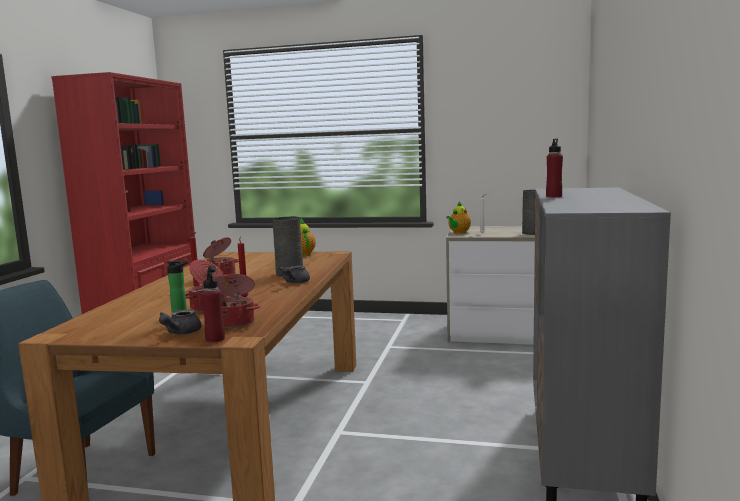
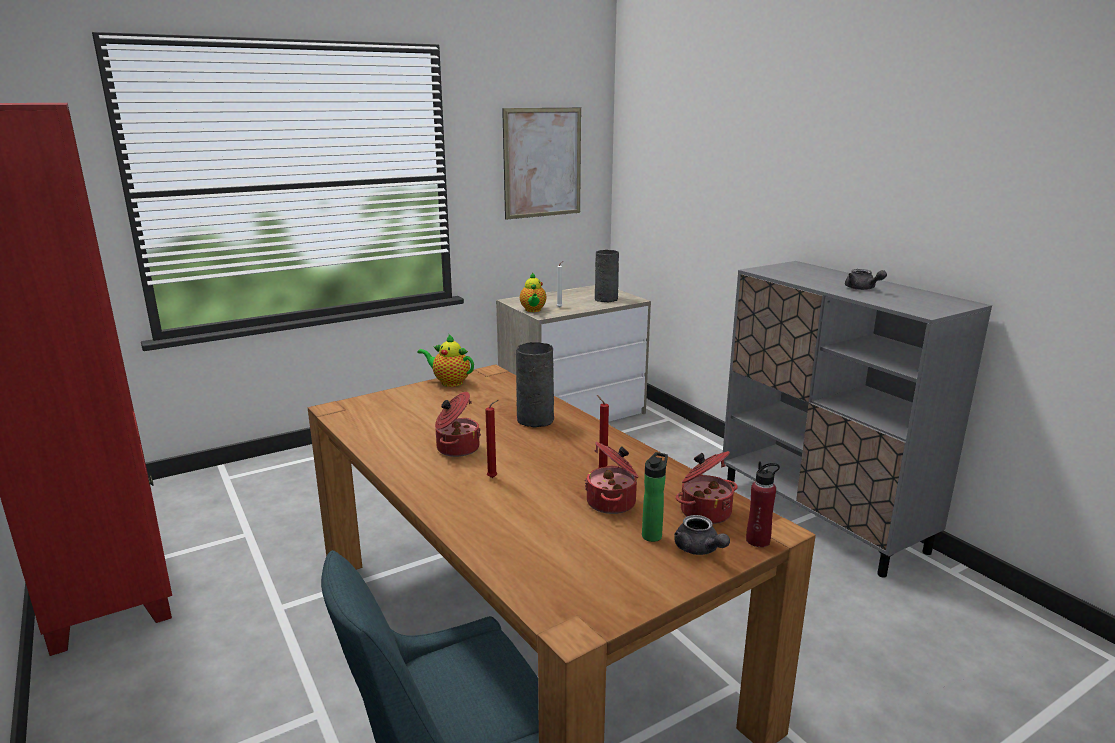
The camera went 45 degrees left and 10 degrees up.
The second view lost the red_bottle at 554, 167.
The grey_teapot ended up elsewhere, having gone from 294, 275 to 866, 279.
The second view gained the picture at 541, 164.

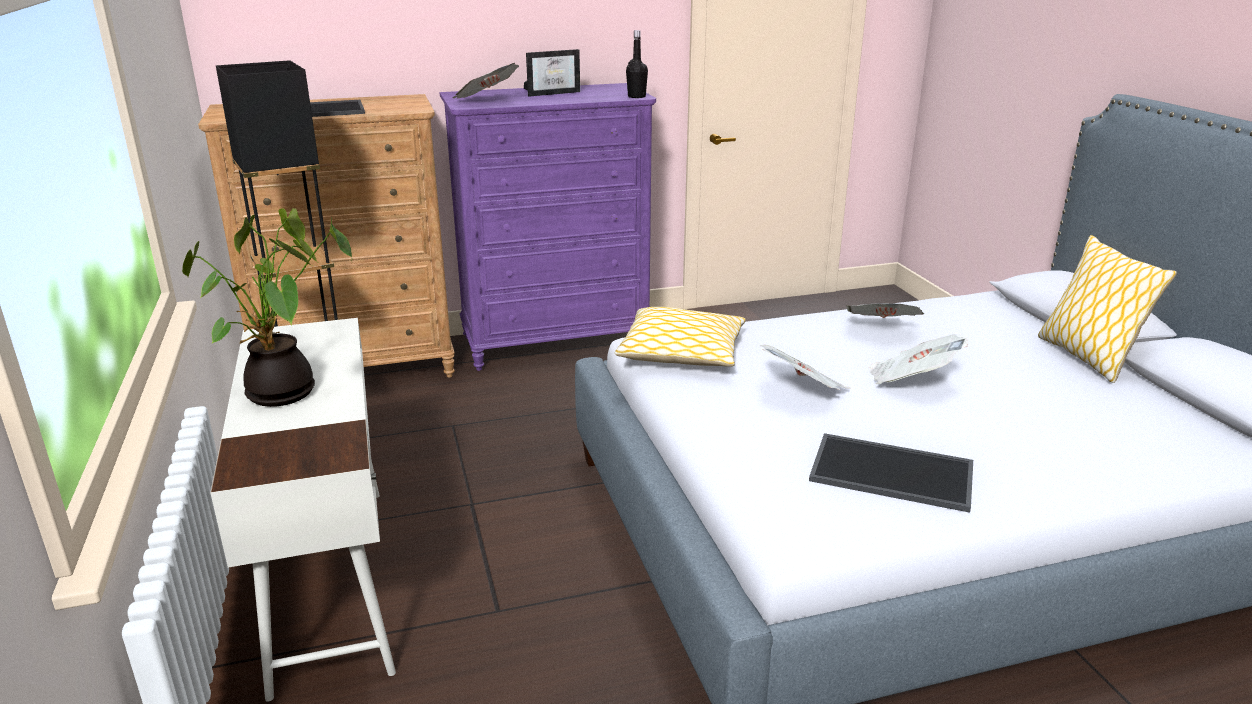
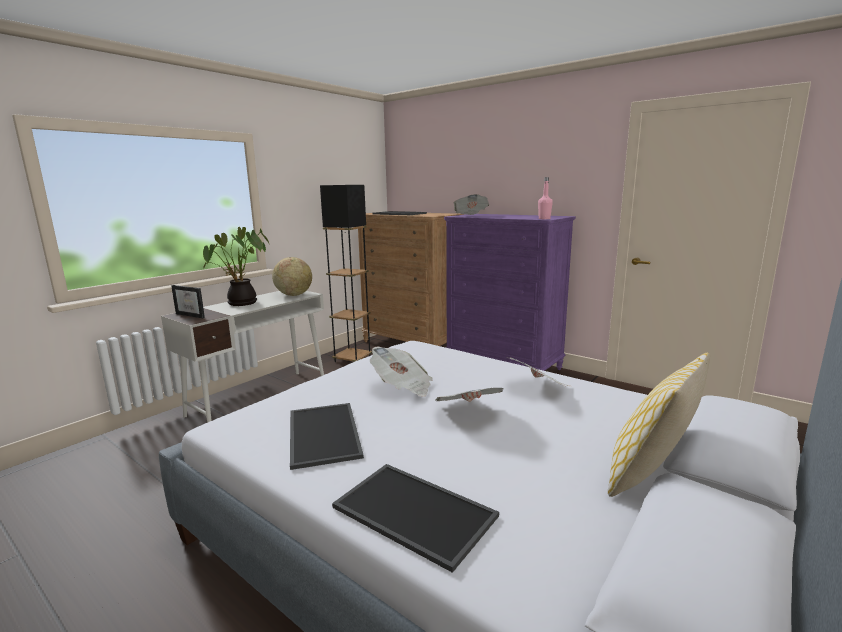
The camera went 55 degrees right and 10 degrees down.
What was the black_bottle at 637, 64 turned into the pink_bottle at 545, 198.
The picture_frame ended up elsewhere, having gone from 552, 73 to 188, 301.
The second view lost the pillow at 680, 337.
The second view gained the globe at 292, 276.
The second view gained the tray at 415, 518.

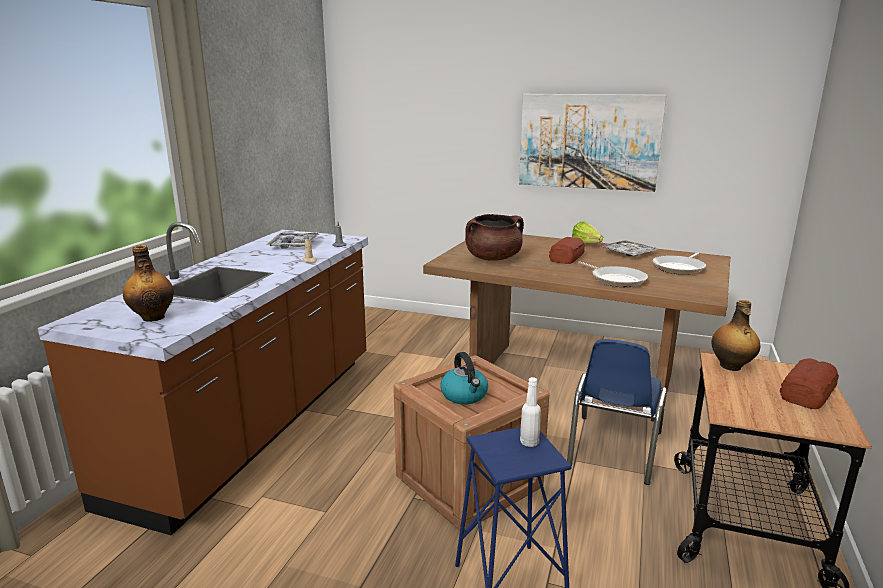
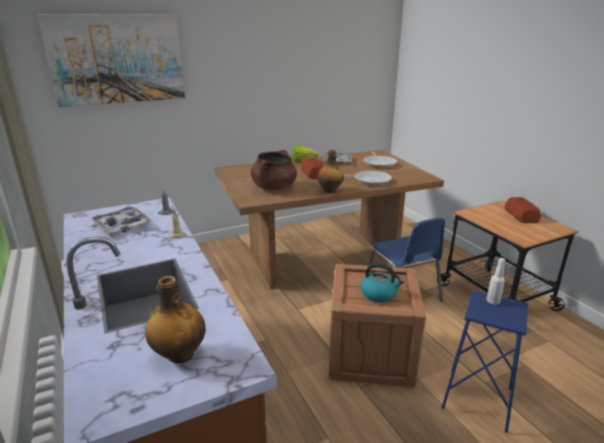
The camera went 45 degrees left and 5 degrees up.
The picture ended up elsewhere, having gone from 592, 143 to 111, 60.
The bottle ended up elsewhere, having gone from 736, 335 to 330, 171.

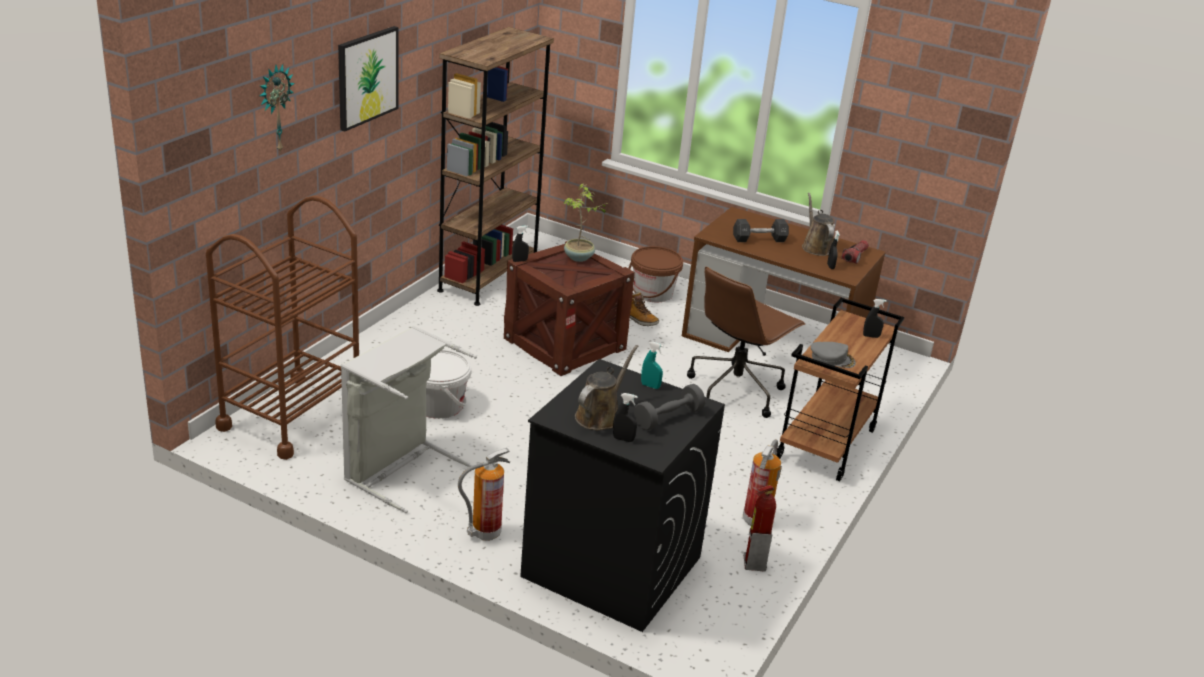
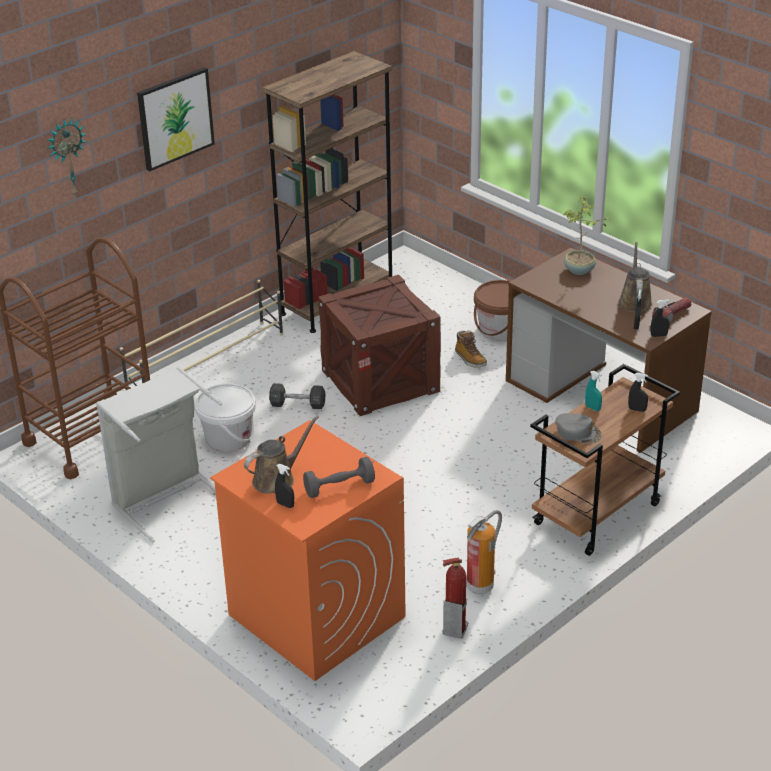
The camera went 20 degrees right and 5 degrees up.
The potted_plant ended up elsewhere, having gone from 586, 223 to 587, 235.
The black_dumbbell ended up elsewhere, having gone from 761, 230 to 297, 396.
The black_spray_bottle ended up elsewhere, having gone from 520, 243 to 660, 318.
The second view lost the brown_office_chair at 746, 342.
The turquoise_spray_bottle ended up elsewhere, having gone from 652, 365 to 593, 391.
What was the black_washing_machine at 622, 495 turned into the orange_washing_machine at 308, 550.
The second view lost the fire_extinguisher at 484, 494.
The second view gained the beige_shoe_rack at 201, 333.

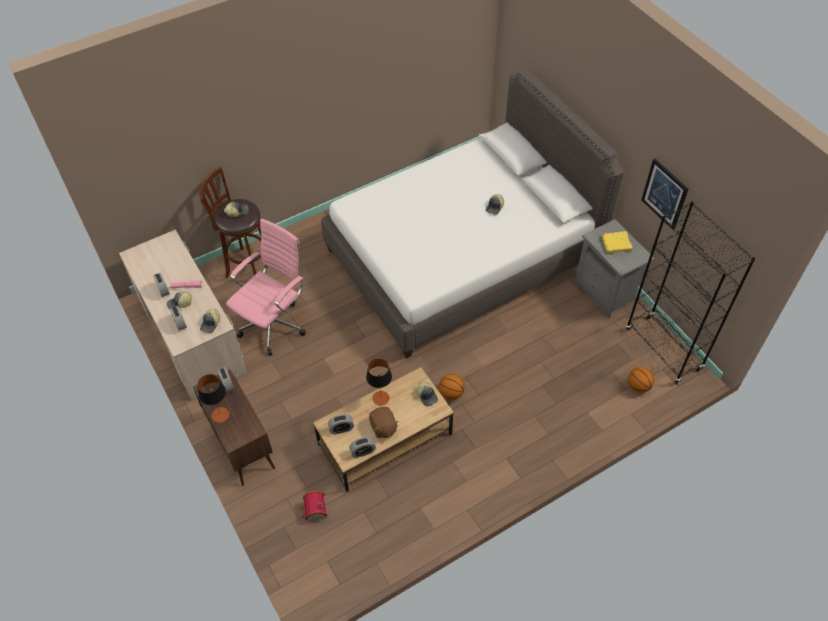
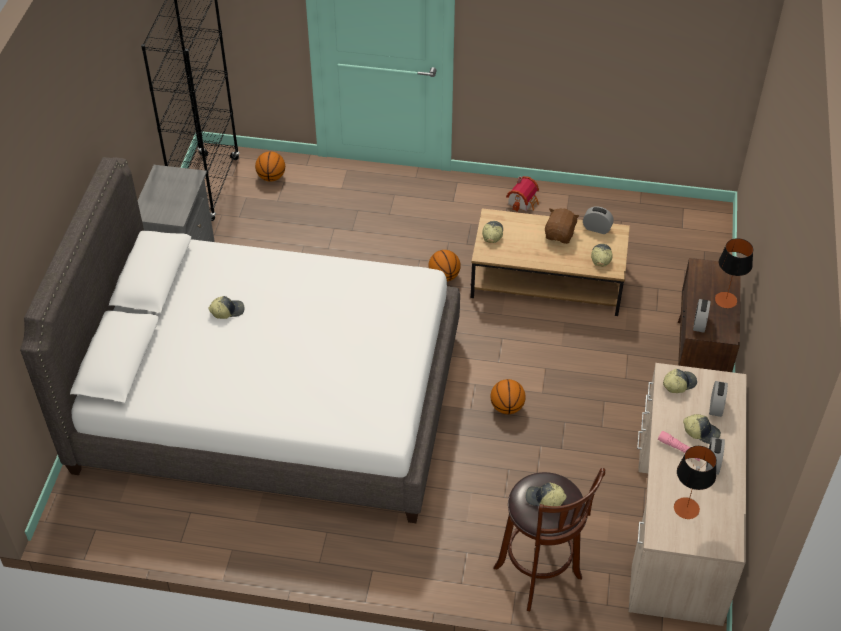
The camera went 140 degrees left and 5 degrees down.
The second view lost the picture at 664, 194.
The second view lost the pink_office_chair at 266, 287.
The second view lost the yellow_book at 617, 242.
The table_lamp ended up elsewhere, having gone from 379, 382 to 695, 482.
Where the alarm_clock stood at 341, 424, the cap came to stand at 601, 255.
The toy_house ended up elsewhere, having gone from 314, 506 to 522, 193.
The second view gained the basketball at 508, 396.

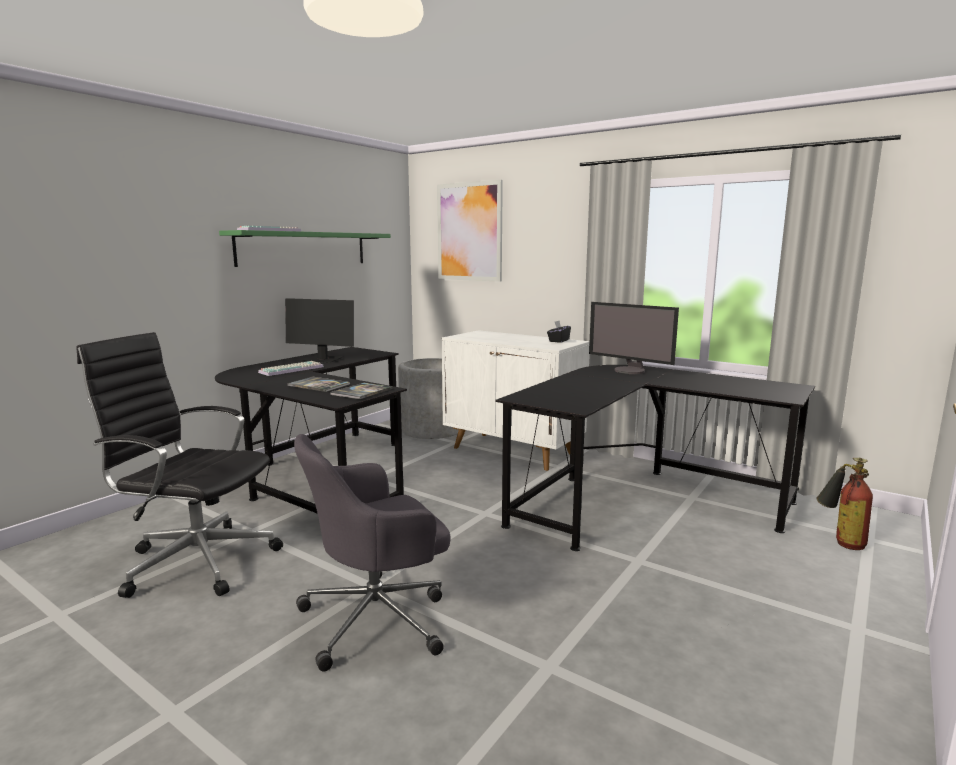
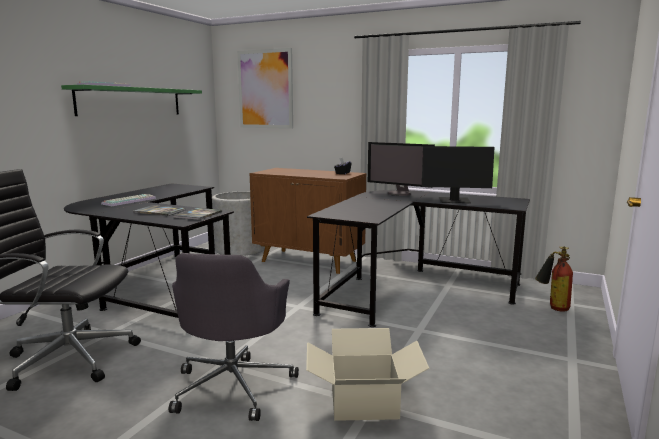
The camera went 10 degrees left and 0 degrees up.
The monitor ended up elsewhere, having gone from 319, 330 to 458, 175.
What was the white_cabinet at 516, 400 turned into the brown_cabinet at 308, 221.
The grey_office_chair at 372, 553 ended up facing another way, 45 degrees counterclockwise from before.
The second view gained the cardboard_box at 367, 374.

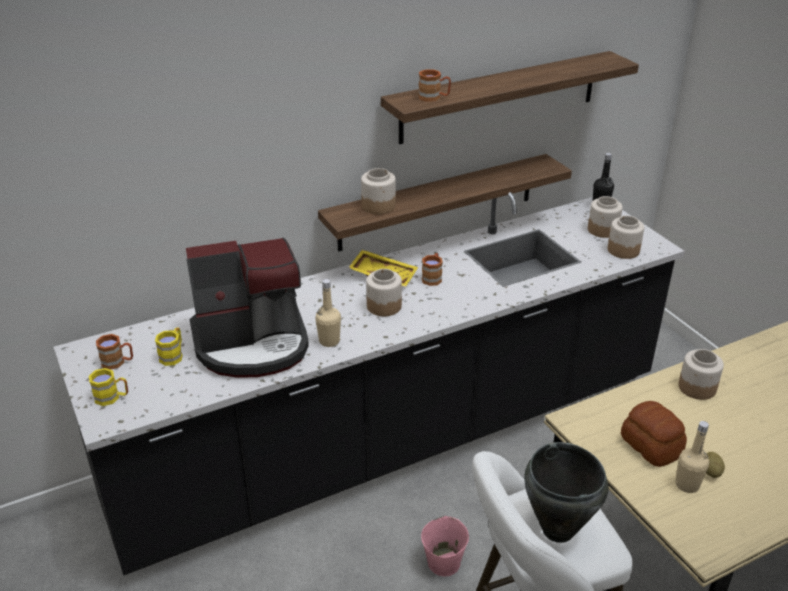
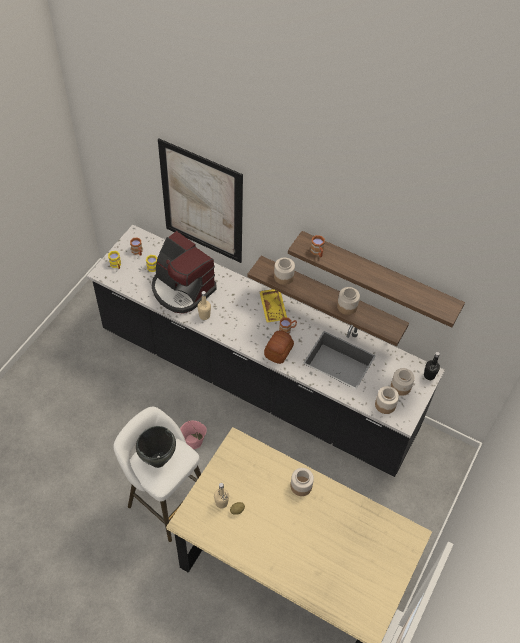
The camera went 55 degrees right and 20 degrees up.
The jar ended up elsewhere, having gone from 384, 292 to 348, 301.
The bread ended up elsewhere, having gone from 654, 434 to 279, 347.
The second view gained the picture at 200, 200.

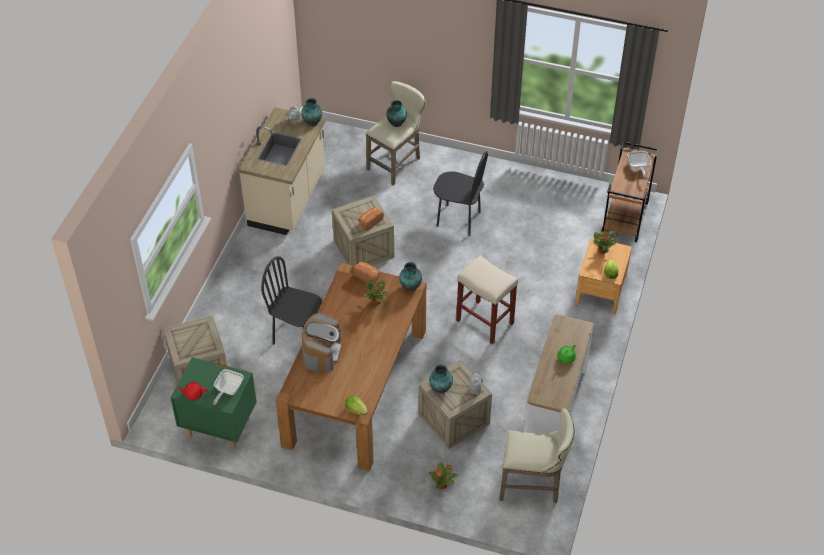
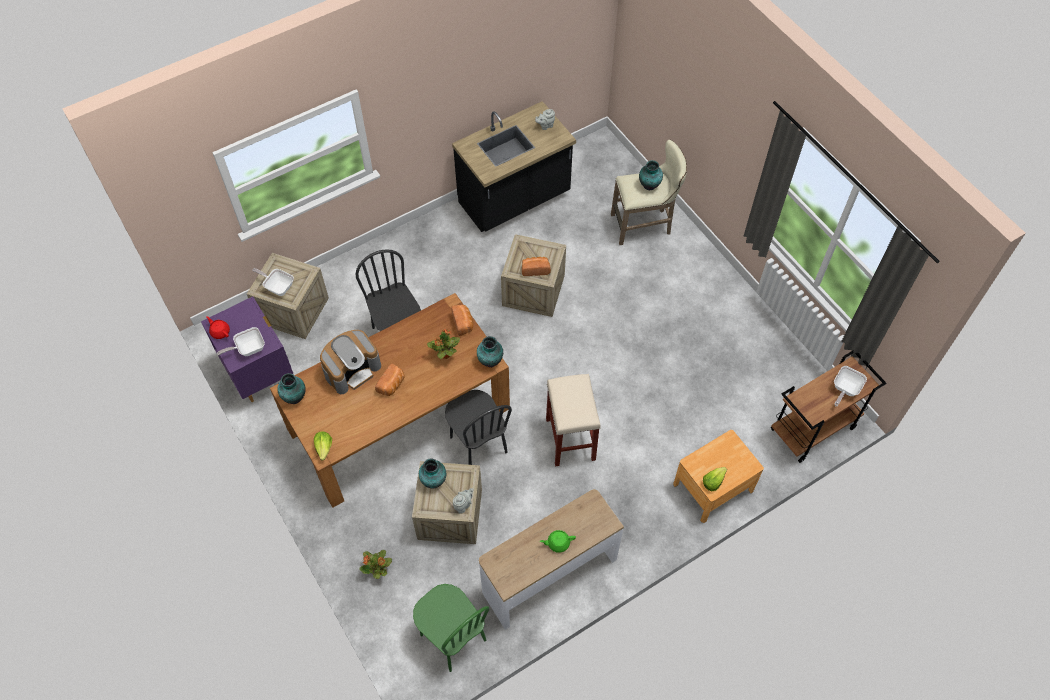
The camera went 40 degrees right and 10 degrees up.
The vase ended up elsewhere, having gone from 312, 112 to 291, 388.
What was the beige_counter at 282, 171 turned into the black_counter at 514, 166.
The black_chair ended up elsewhere, having gone from 460, 193 to 478, 427.
The second view lost the potted_plant at 605, 241.
What was the green_nightstand at 213, 403 turned into the purple_nightstand at 247, 349.
Where the beige_stool stood at 536, 455, the green_chair came to stand at 451, 628.
The second view gained the frying_pan at 273, 282.
The second view gained the bread at 390, 380.

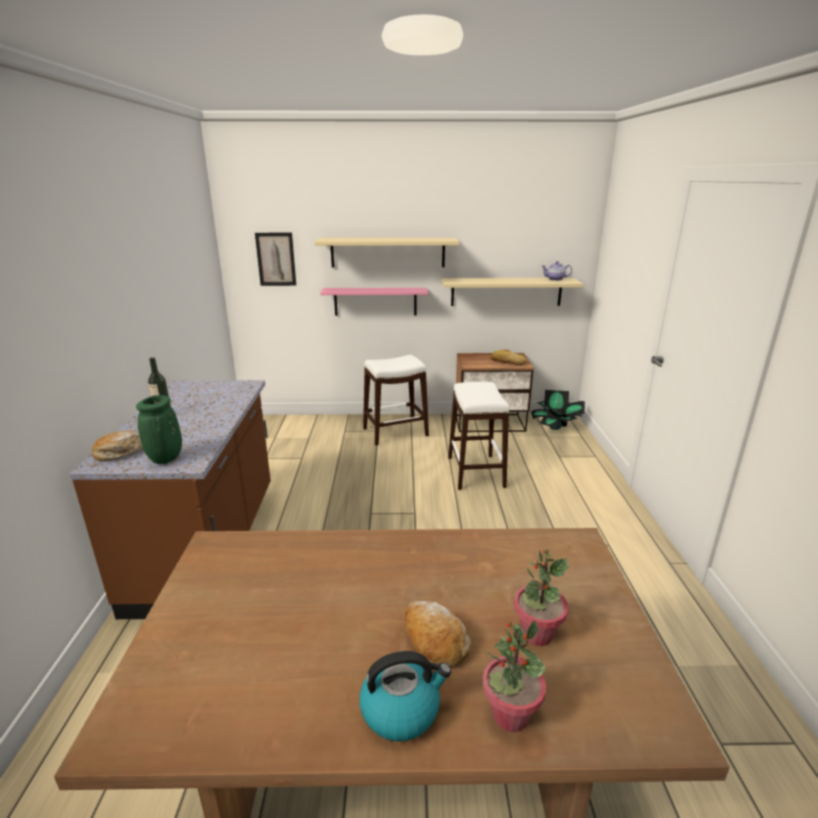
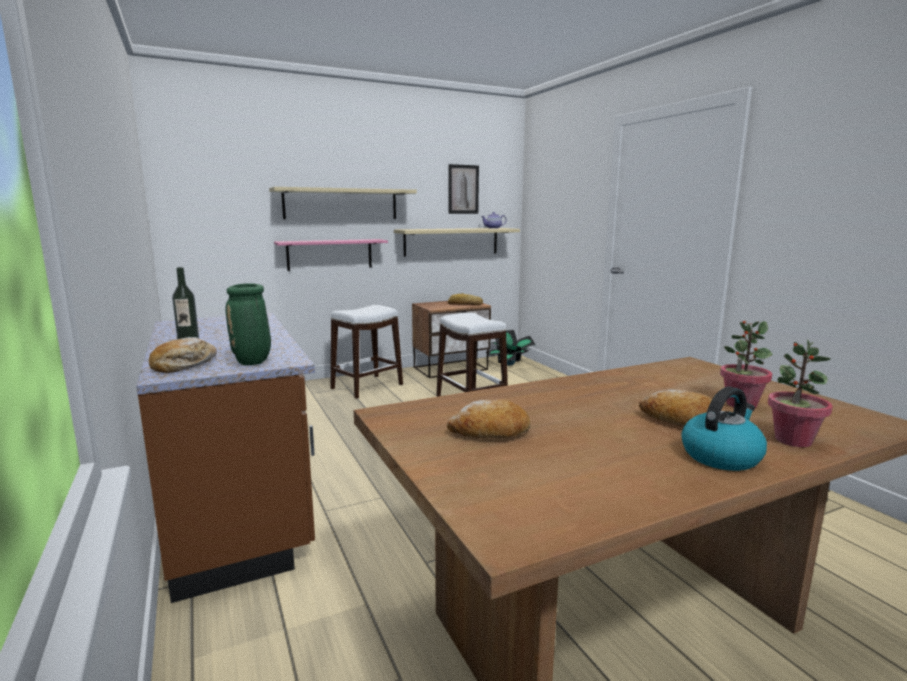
The camera went 25 degrees left and 10 degrees down.
The picture ended up elsewhere, having gone from 275, 259 to 464, 189.
The second view gained the bread at 488, 418.

